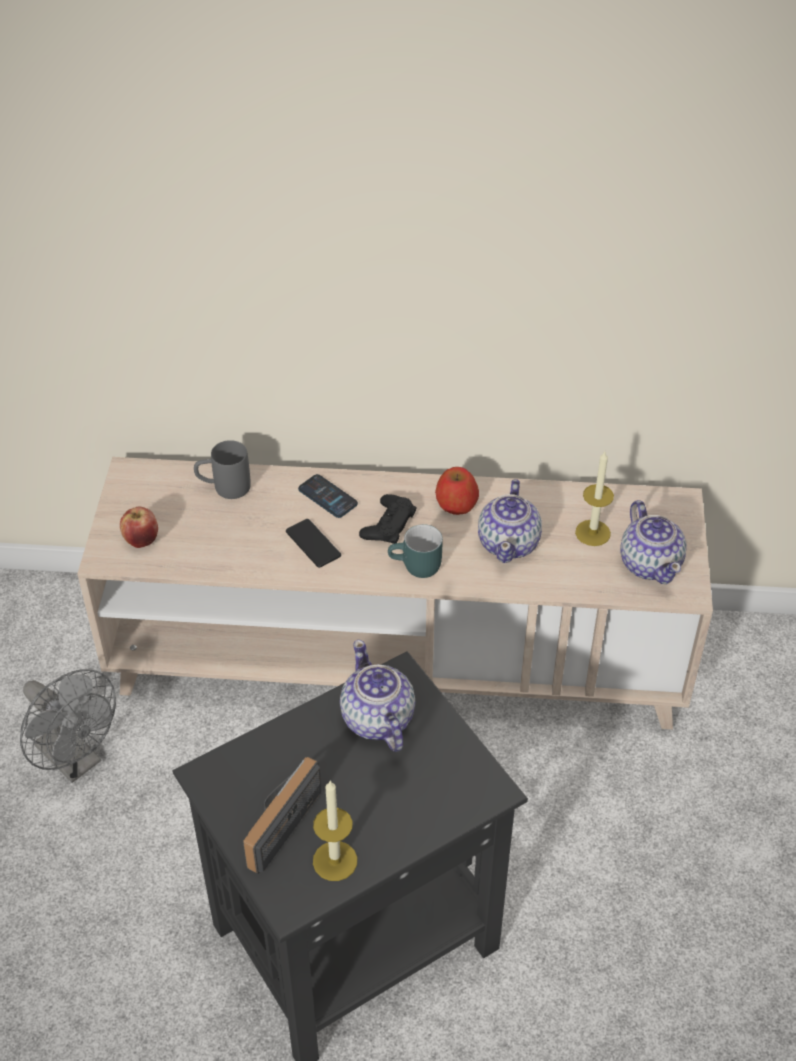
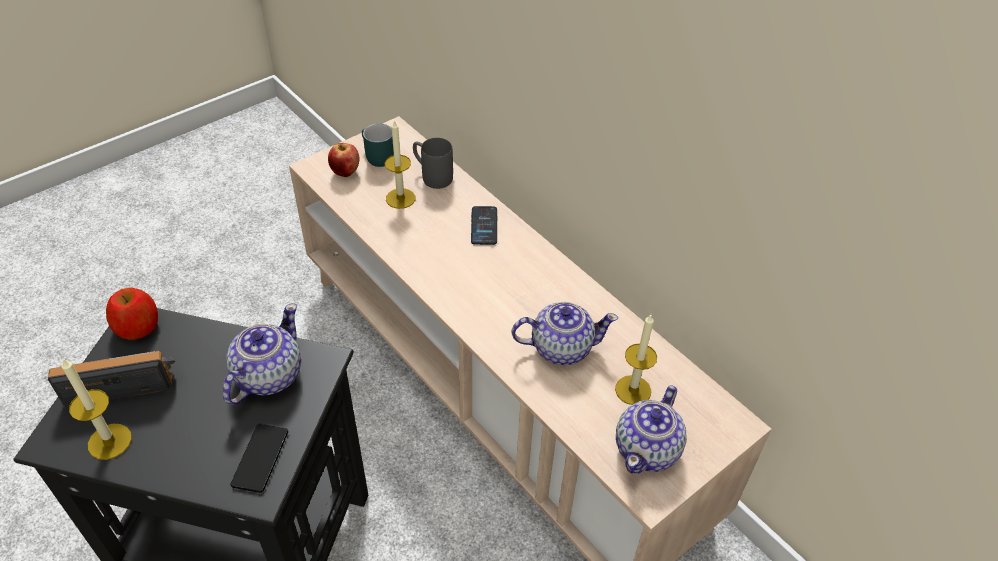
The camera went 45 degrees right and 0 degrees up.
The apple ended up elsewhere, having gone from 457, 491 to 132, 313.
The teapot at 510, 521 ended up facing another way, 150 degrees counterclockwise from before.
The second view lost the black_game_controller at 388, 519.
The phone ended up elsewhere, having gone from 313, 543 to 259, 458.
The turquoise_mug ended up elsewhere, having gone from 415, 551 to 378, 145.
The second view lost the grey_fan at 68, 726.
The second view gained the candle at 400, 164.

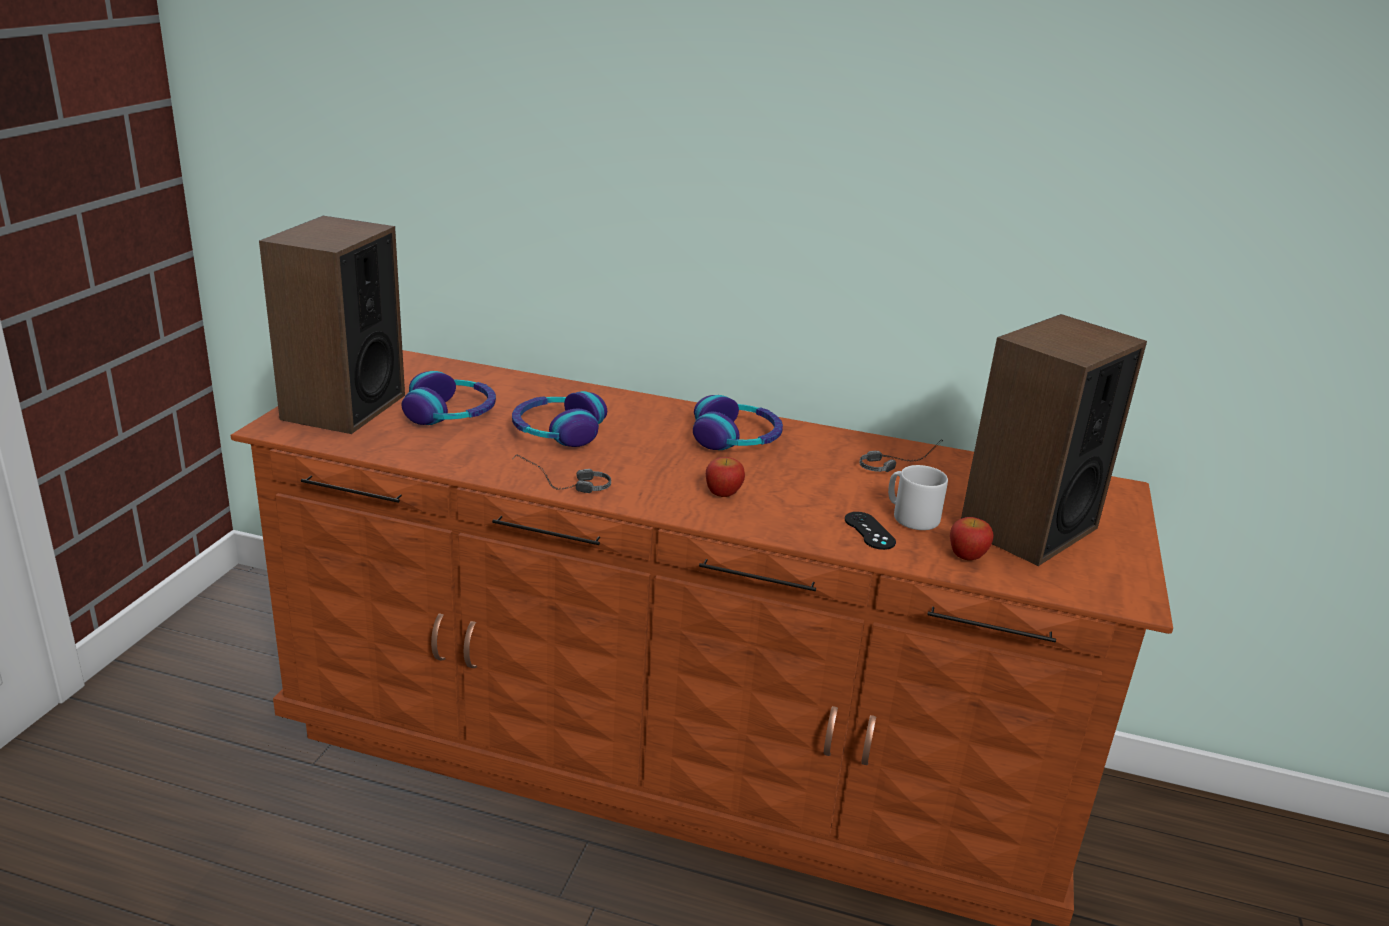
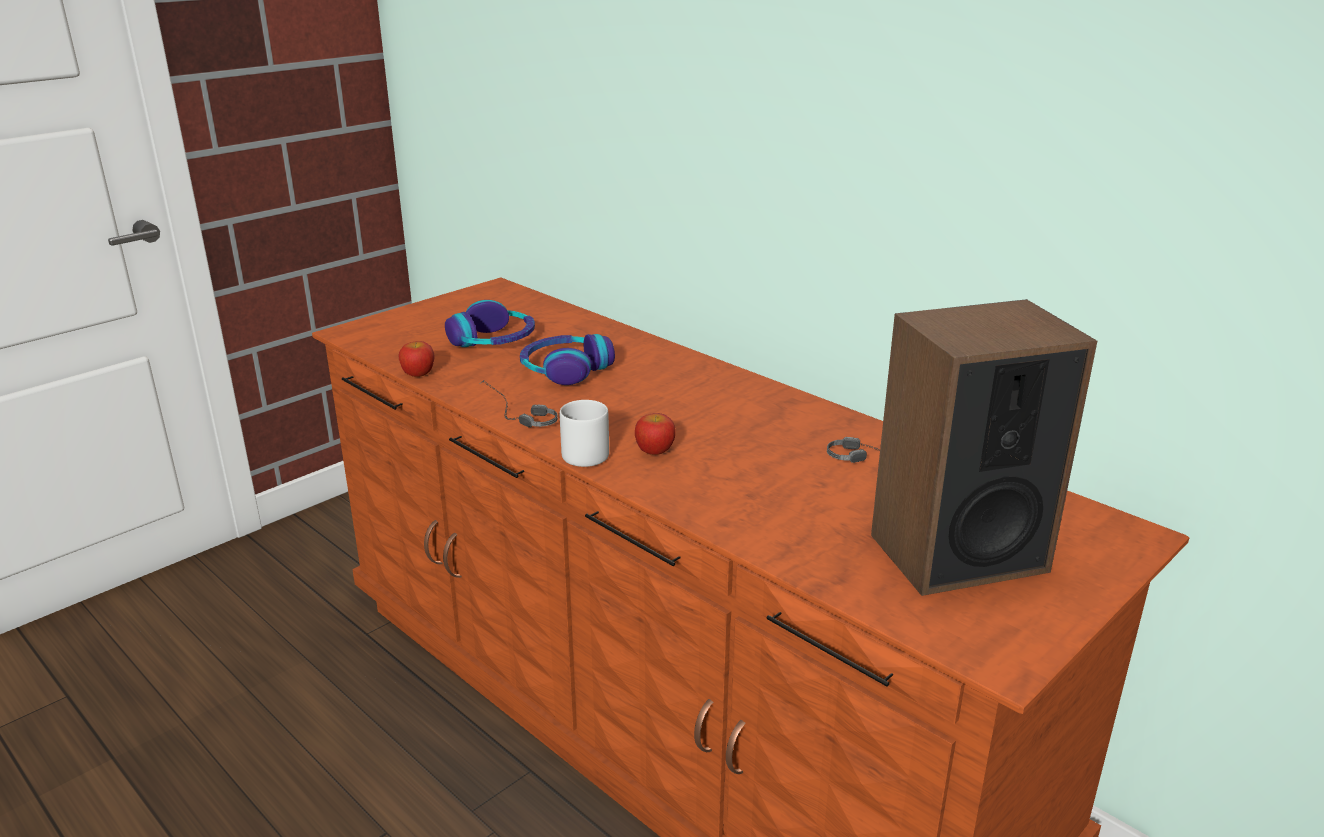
The camera went 30 degrees right and 0 degrees up.
The second view lost the speaker at 332, 325.
The second view lost the headphones at 738, 422.
The grey_mug ended up elsewhere, having gone from 918, 497 to 584, 433.
The second view lost the black_game_controller at 870, 531.
The apple ended up elsewhere, having gone from 972, 538 to 416, 359.

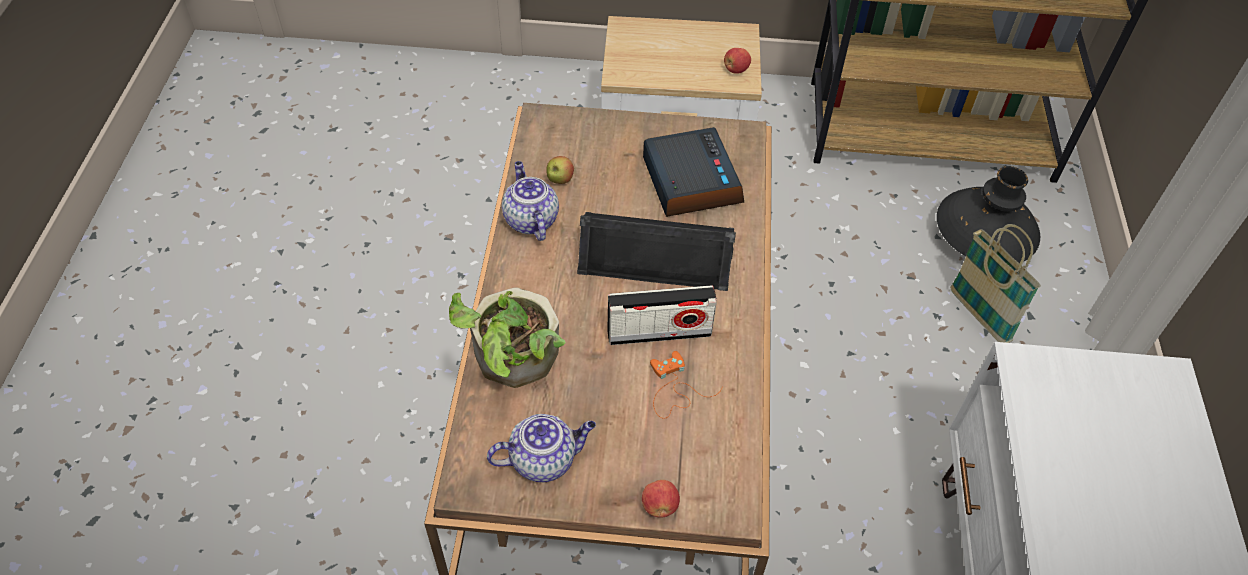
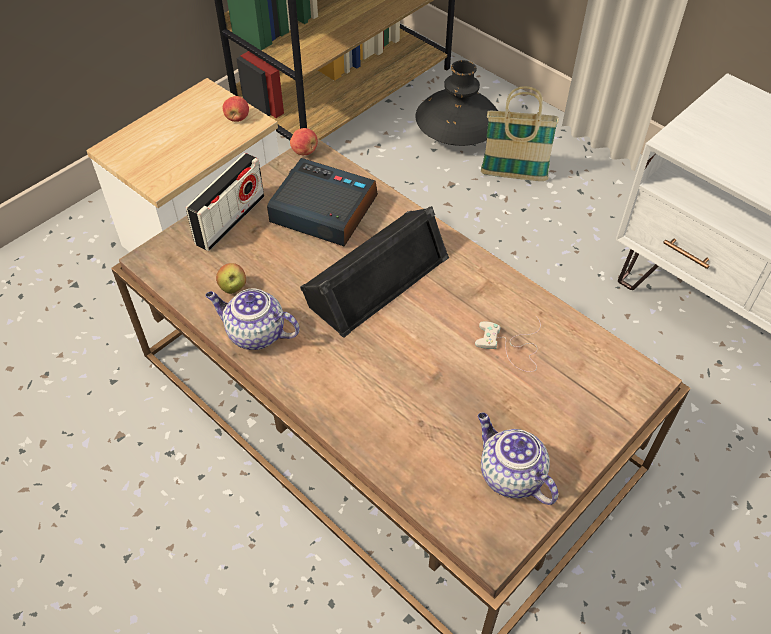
The camera went 50 degrees left and 0 degrees up.
The radio ended up elsewhere, having gone from 662, 315 to 225, 202.
The second view lost the potted_plant at 507, 337.
What was the orange_game_controller at 686, 385 turned into the white_game_controller at 508, 344.
The teapot at 541, 448 ended up facing another way, 60 degrees counterclockwise from before.
The apple ended up elsewhere, having gone from 661, 499 to 304, 141.

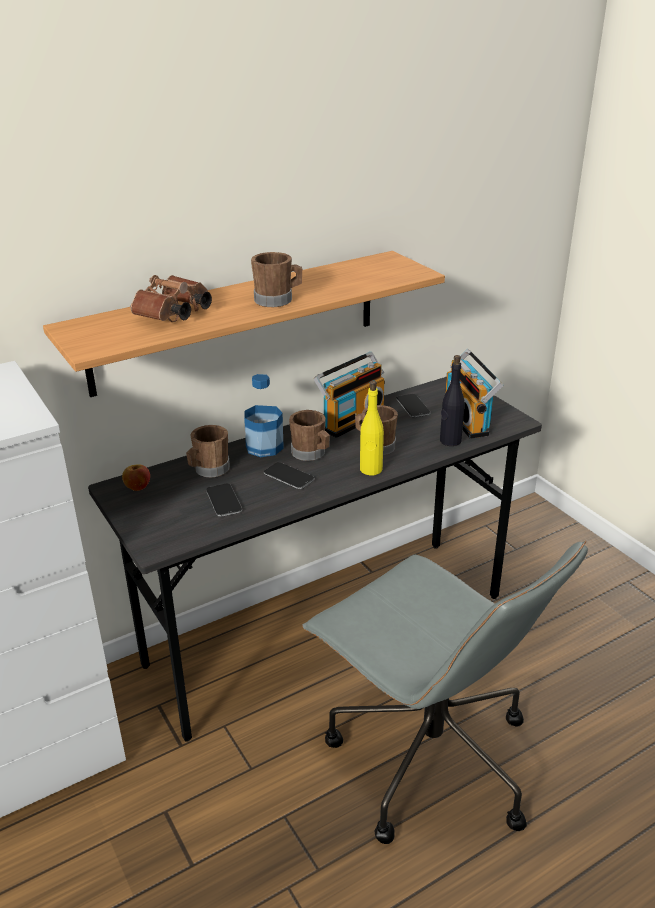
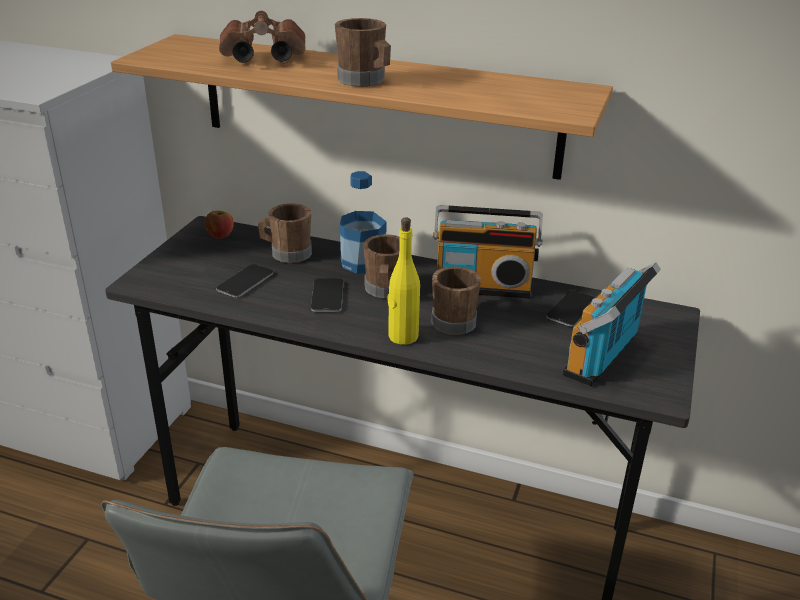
The camera went 50 degrees right and 0 degrees up.
The second view lost the black_bottle at 452, 400.

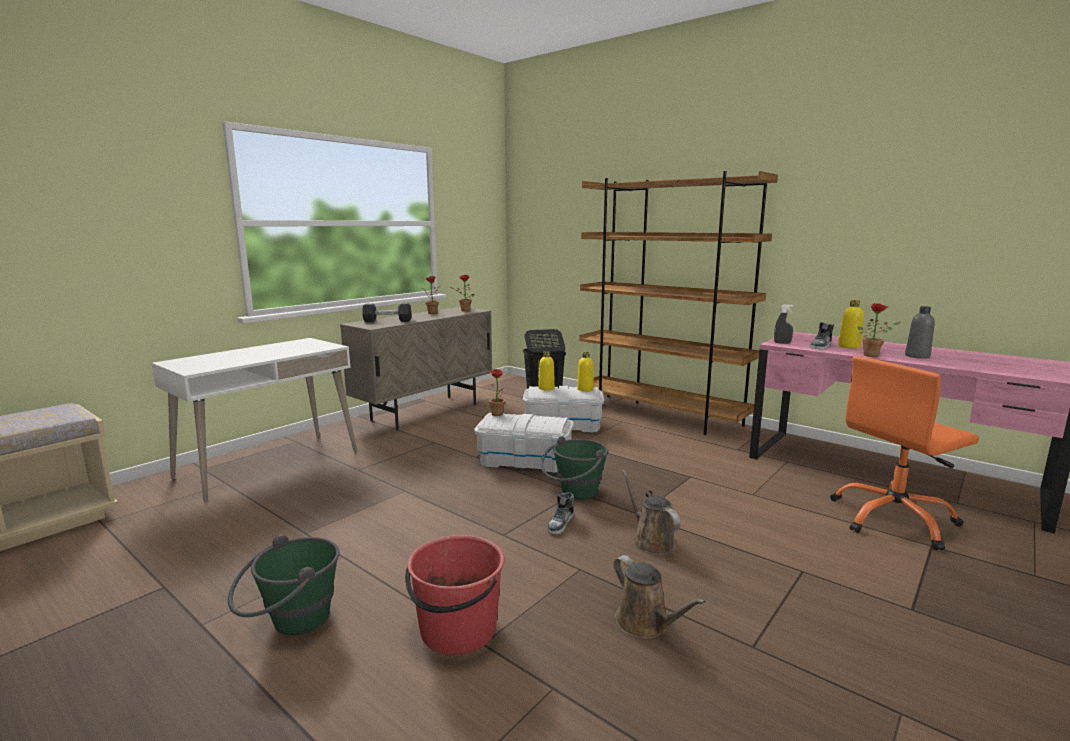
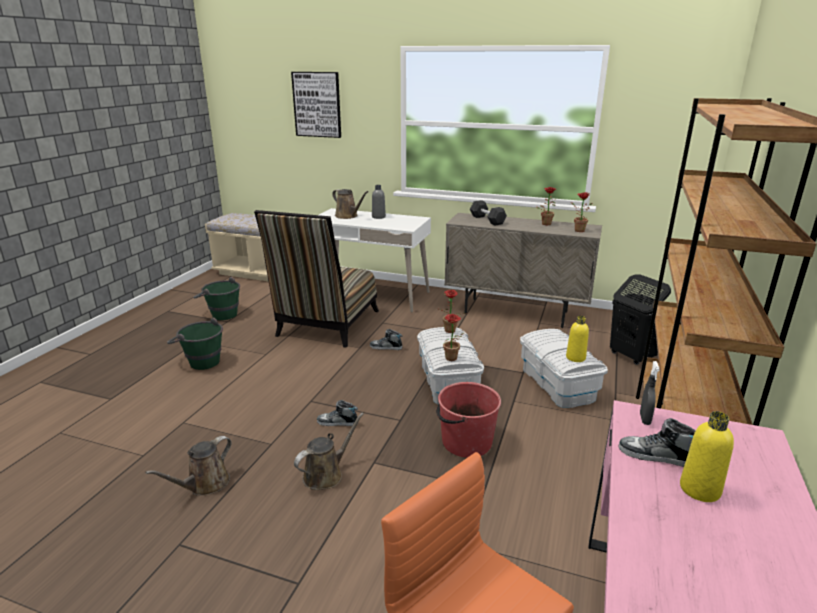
The camera went 70 degrees right and 10 degrees up.
The potted_plant ended up elsewhere, having gone from 879, 330 to 454, 337.
The grey_bottle ended up elsewhere, having gone from 920, 332 to 379, 202.
The second view lost the yellow_bottle at 546, 370.
The green_bucket ended up elsewhere, having gone from 575, 467 to 216, 298.
The red_bucket ended up elsewhere, having gone from 454, 595 to 468, 420.
The second view gained the picture at 316, 105.
The second view gained the brown_watering_can at 350, 204.
The second view gained the chair at 316, 279.
The second view gained the shoe at 386, 339.

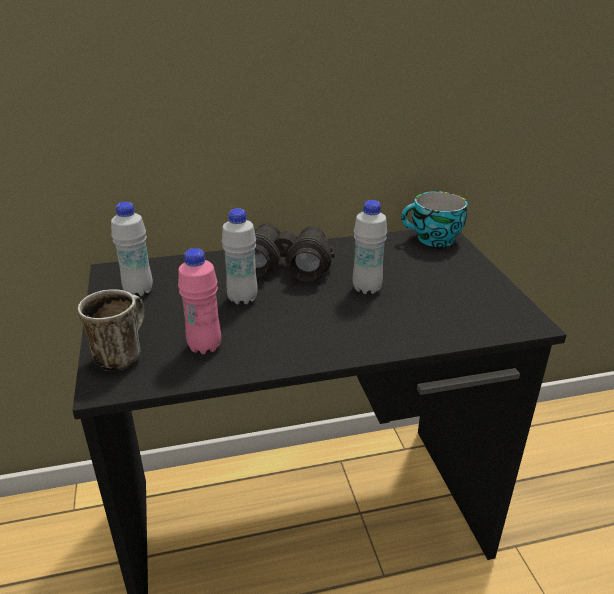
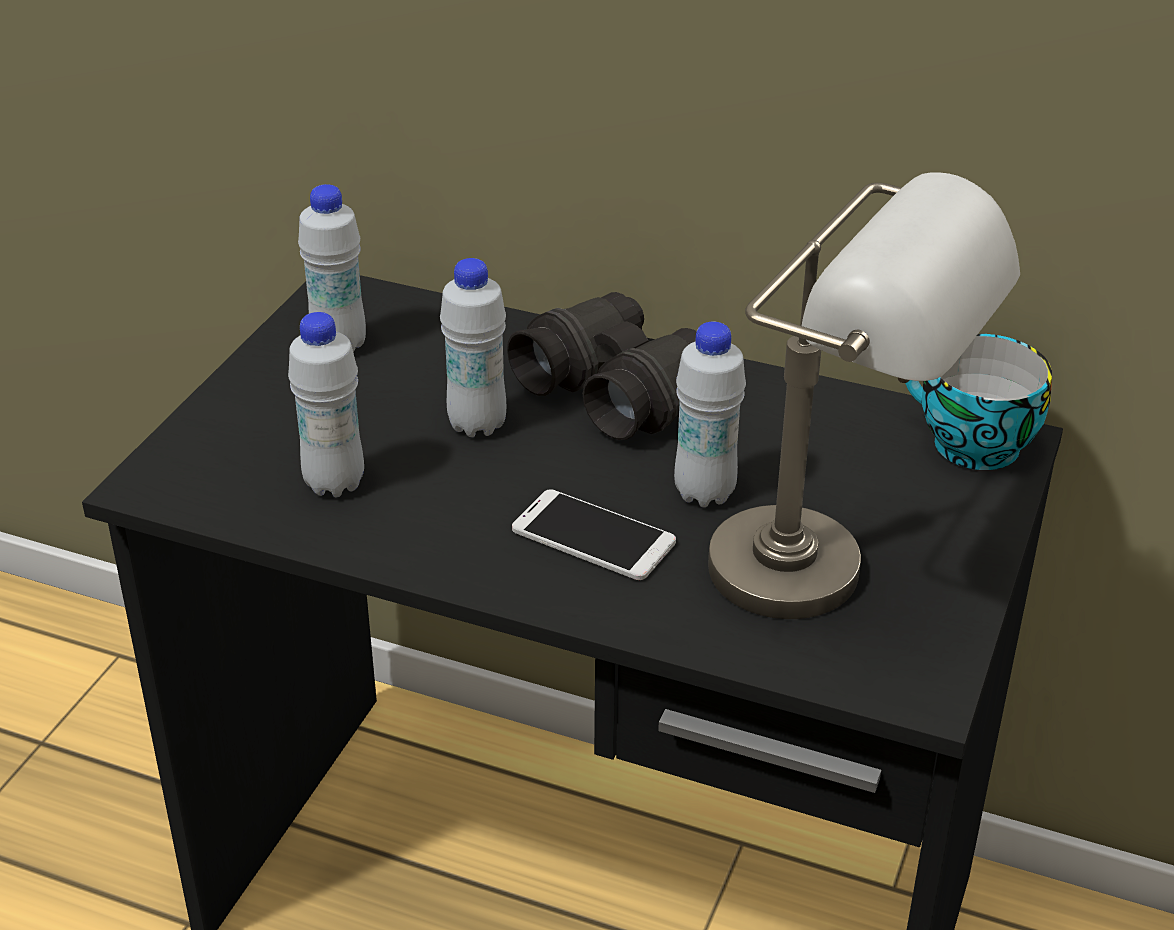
The camera went 35 degrees right and 5 degrees up.
What was the pink_bottle at 199, 301 turned into the white_bottle at 326, 404.
The second view lost the mug at 111, 330.
The second view gained the grey_table_lamp at 864, 395.
The second view gained the phone at 594, 534.

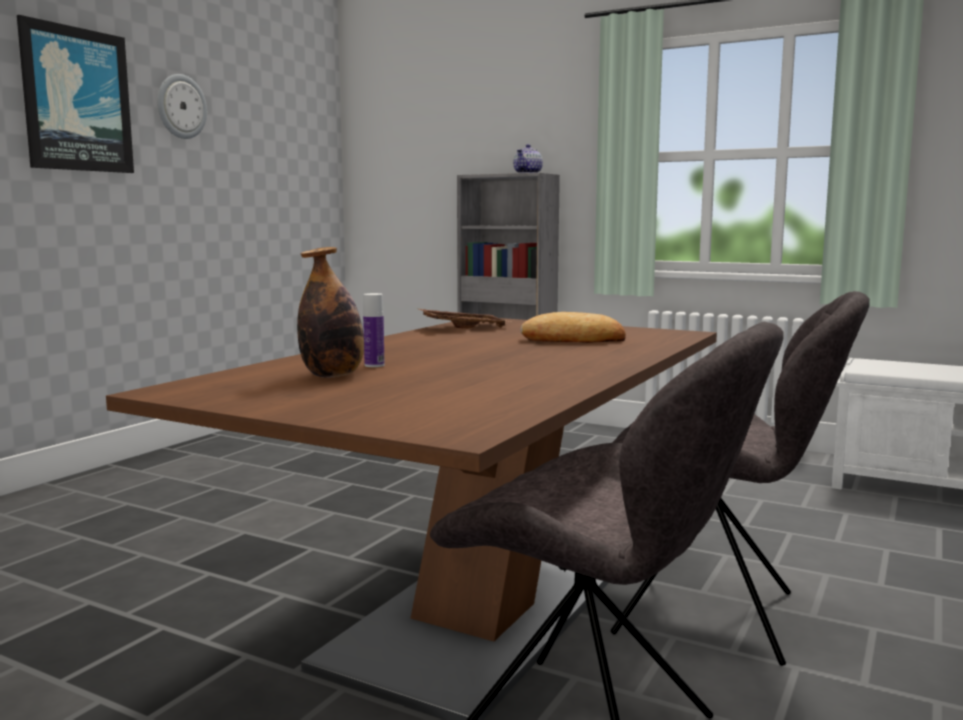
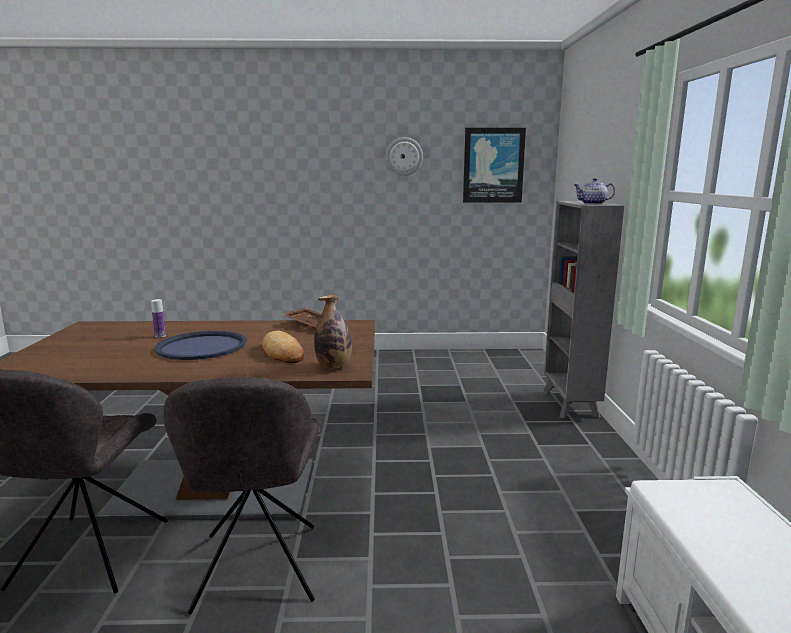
The camera went 60 degrees right and 5 degrees up.
The picture ended up elsewhere, having gone from 75, 94 to 494, 165.
The bottle ended up elsewhere, having gone from 330, 312 to 333, 331.
The second view gained the blue_tray at 200, 345.

